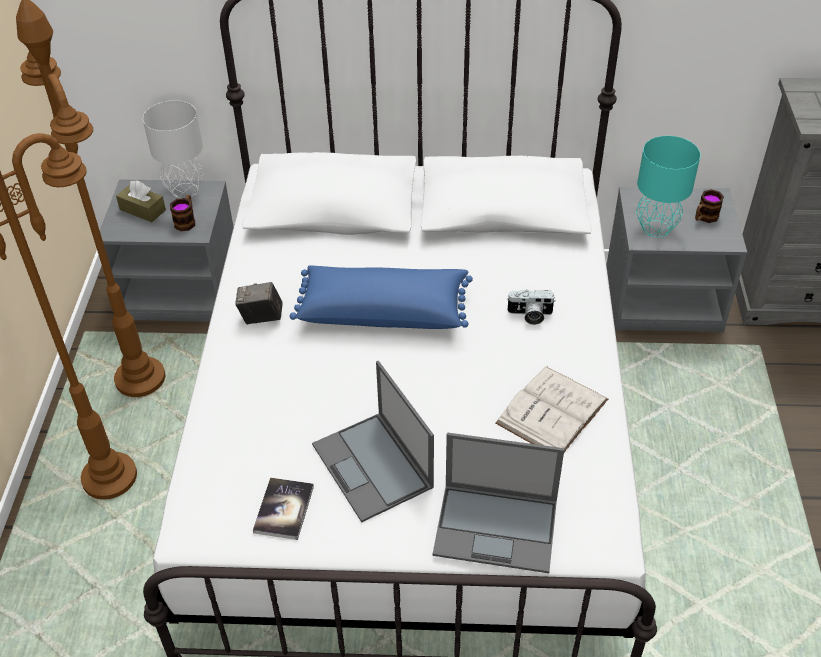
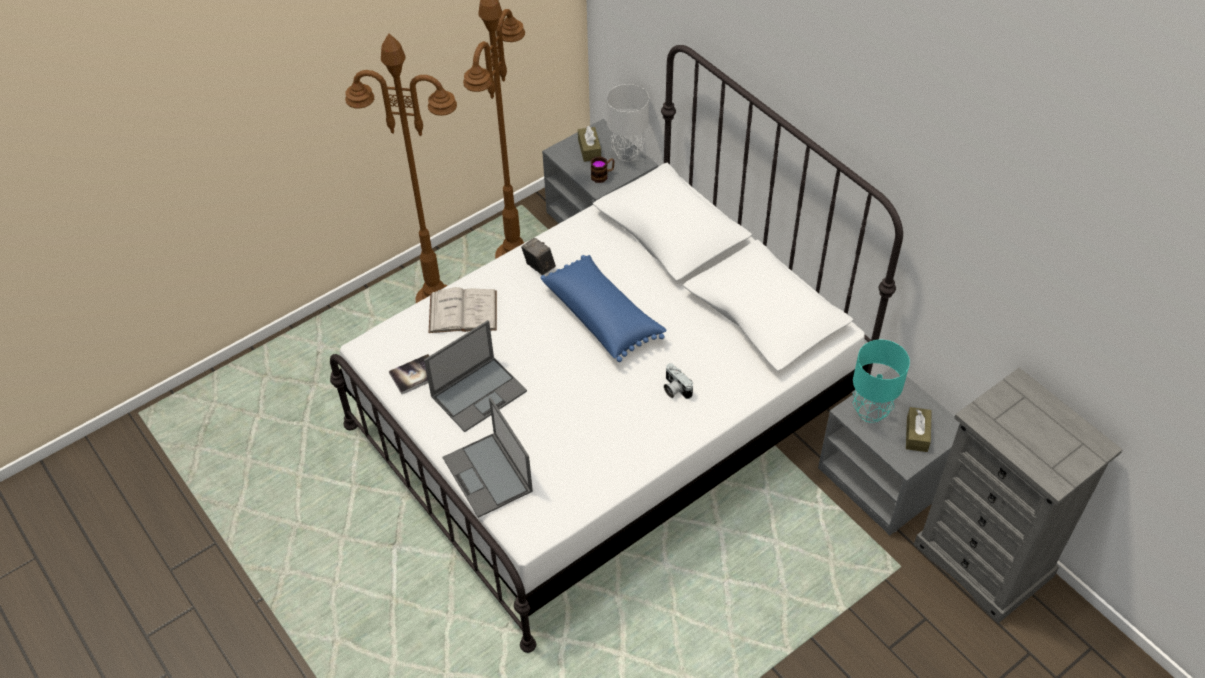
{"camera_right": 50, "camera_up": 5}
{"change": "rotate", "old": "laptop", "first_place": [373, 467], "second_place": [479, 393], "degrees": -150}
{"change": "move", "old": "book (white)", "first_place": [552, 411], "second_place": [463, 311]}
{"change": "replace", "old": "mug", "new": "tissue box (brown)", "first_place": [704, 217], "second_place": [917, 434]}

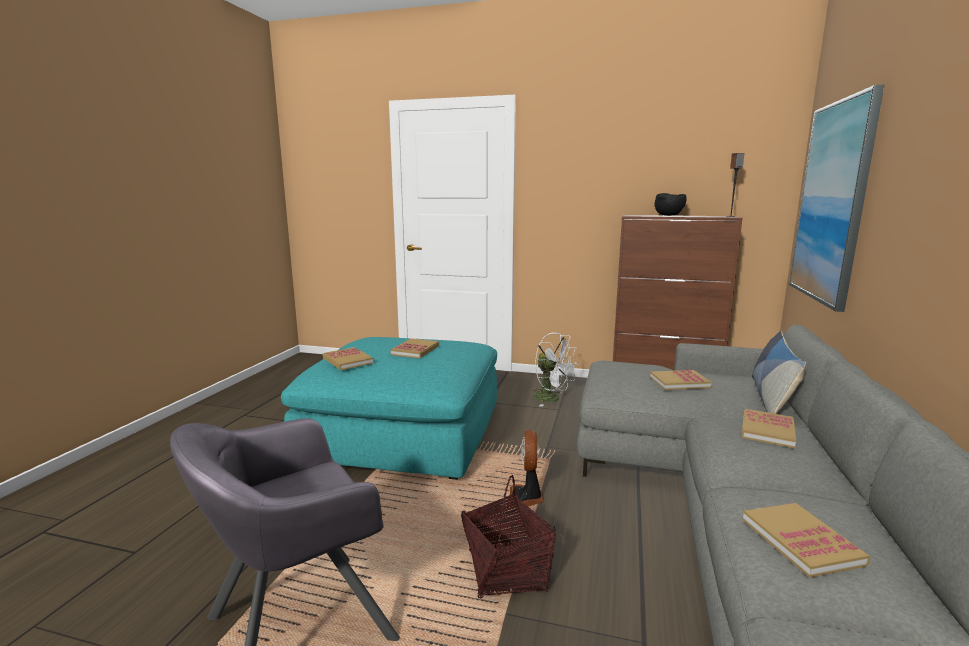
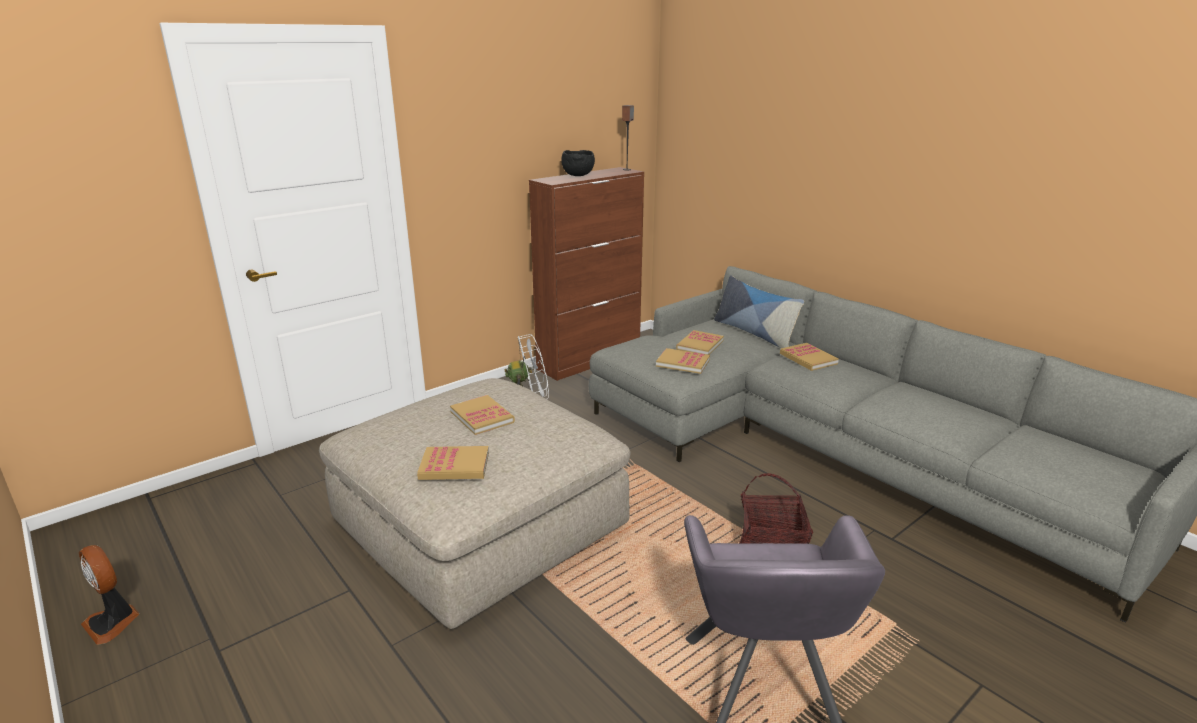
{"camera_right": -55, "camera_up": 10}
{"change": "recolor", "old": "ottoman (turquoise)", "new": "ottoman (beige)", "first_place": [404, 433], "second_place": [479, 525]}
{"change": "move", "old": "fan", "first_place": [526, 497], "second_place": [113, 622]}
{"change": "move", "old": "book", "first_place": [801, 541], "second_place": [683, 363]}
{"change": "delete", "old": "picture", "first_place": [832, 202]}

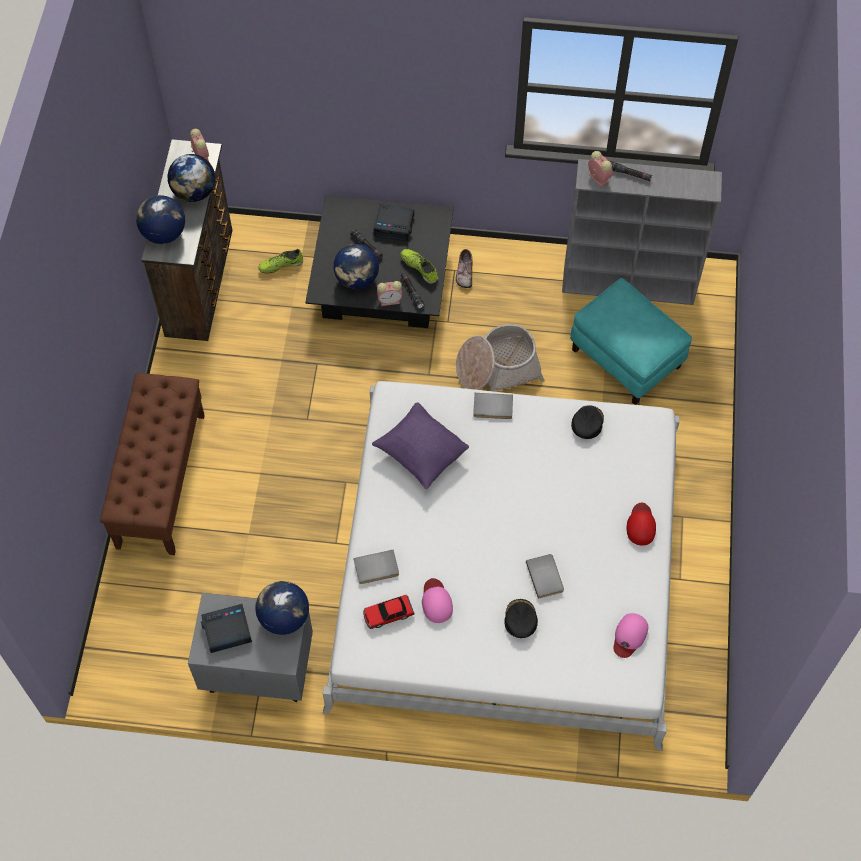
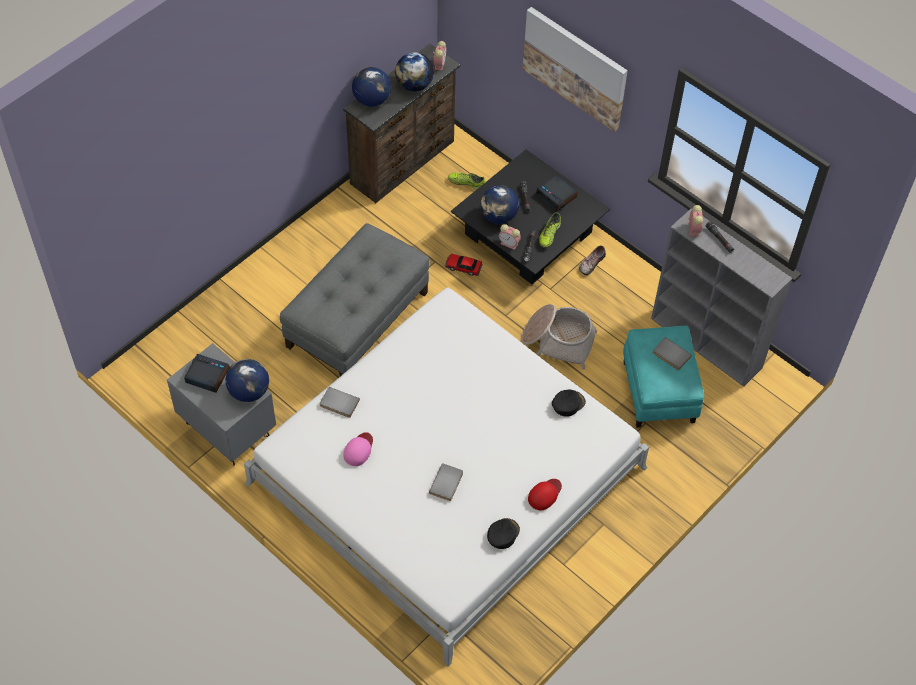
{"camera_right": 35, "camera_up": -5}
{"change": "delete", "old": "bench (brown)", "first_place": [161, 480]}
{"change": "move", "old": "toy car", "first_place": [388, 614], "second_place": [463, 267]}
{"change": "delete", "old": "pillow (purple)", "first_place": [421, 453]}
{"change": "rotate", "old": "shoe", "first_place": [419, 268], "second_place": [549, 234], "degrees": -150}
{"change": "move", "old": "book (grey)", "first_place": [493, 408], "second_place": [670, 355]}
{"change": "move", "old": "cap (black)", "first_place": [520, 619], "second_place": [502, 534]}
{"change": "delete", "old": "cap (pink)", "first_place": [629, 636]}
{"change": "insert", "new": "ottoman (grey)", "second_place": [357, 318]}
{"change": "insert", "new": "picture", "second_place": [575, 68]}

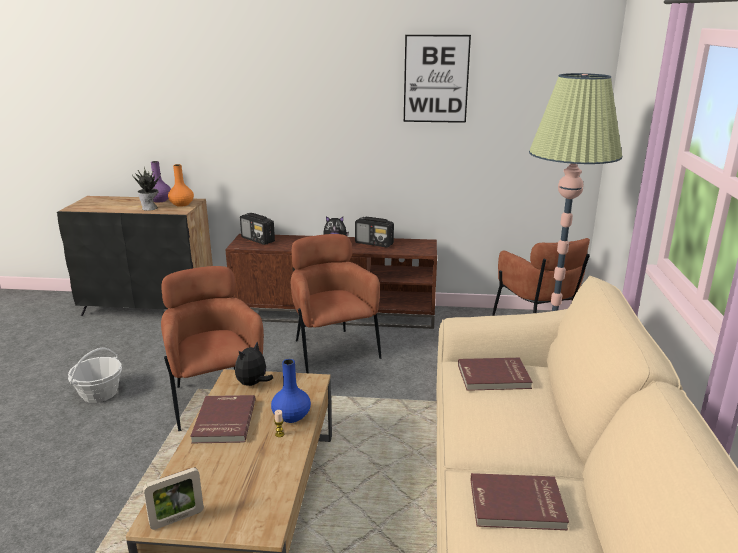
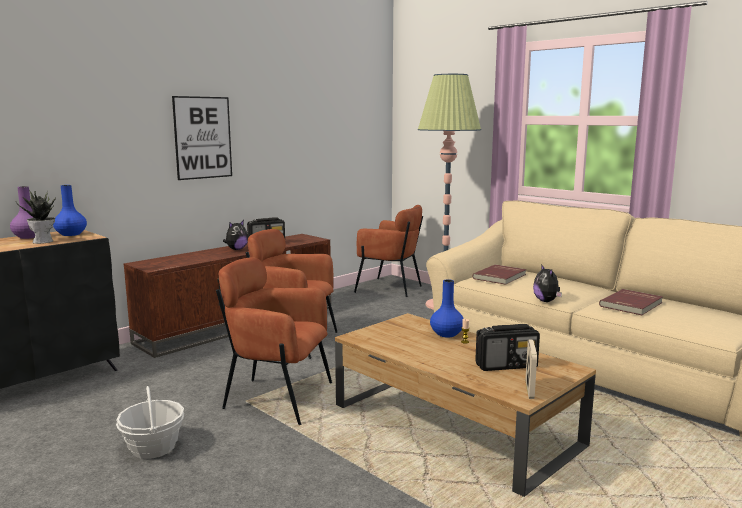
{"camera_right": -50, "camera_up": -10}
{"change": "recolor", "old": "vase (orange)", "new": "vase (blue)", "first_place": [182, 204], "second_place": [71, 234]}
{"change": "delete", "old": "book (red)", "first_place": [223, 421]}
{"change": "move", "old": "plush toy", "first_place": [253, 384], "second_place": [546, 301]}
{"change": "move", "old": "radio", "first_place": [258, 240], "second_place": [506, 365]}
{"change": "move", "old": "picture", "first_place": [436, 79], "second_place": [203, 137]}

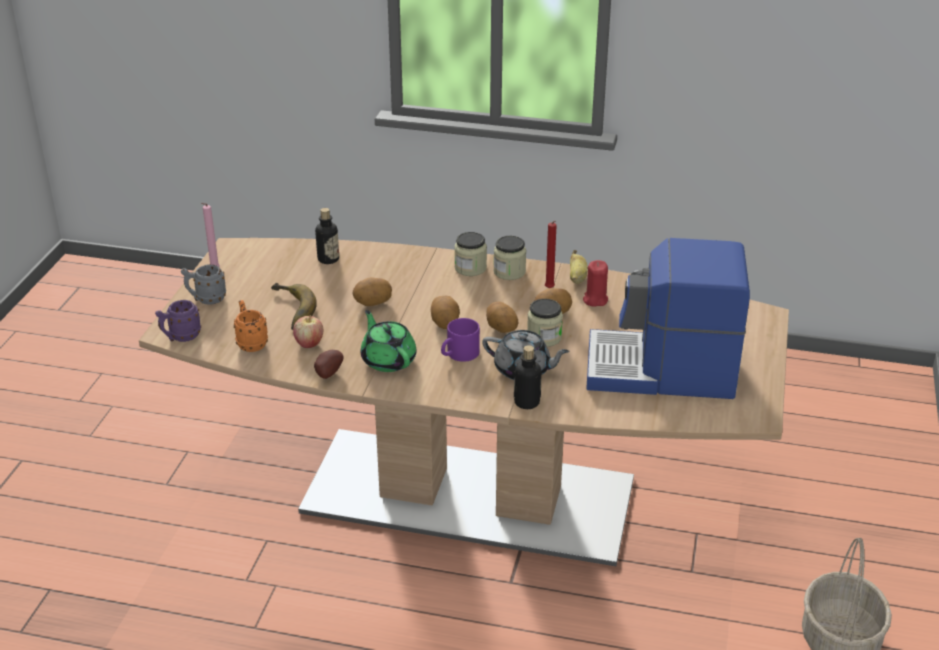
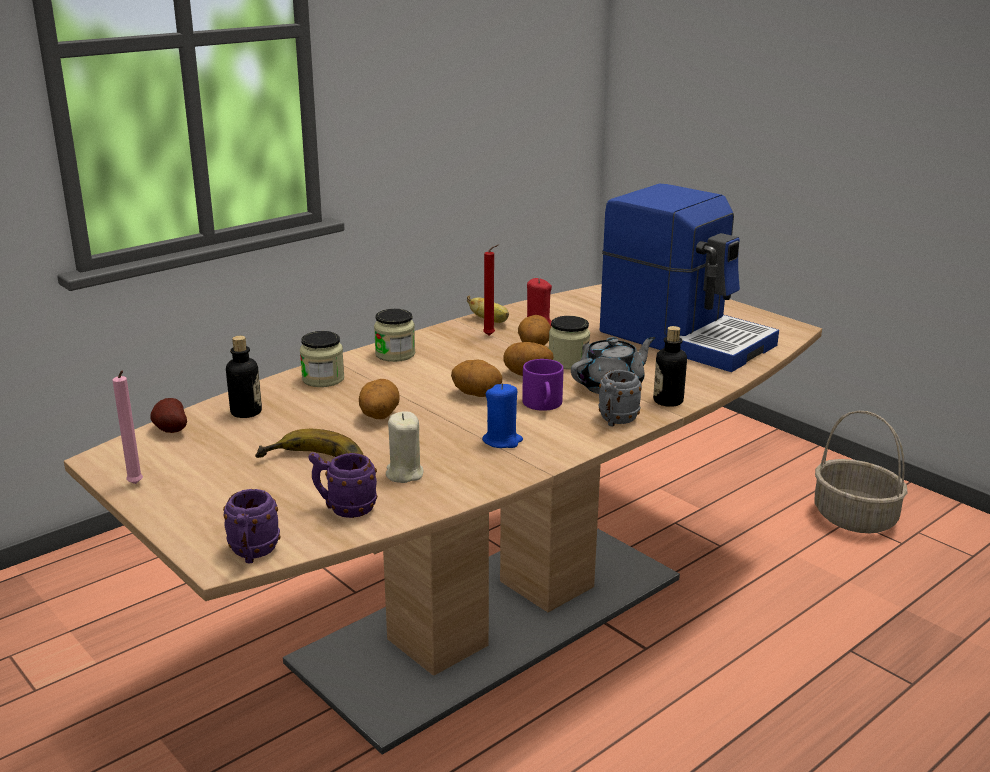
{"camera_right": -55, "camera_up": -10}
{"change": "move", "old": "mug (grey)", "first_place": [206, 299], "second_place": [615, 421]}
{"change": "recolor", "old": "mug (orange)", "new": "mug (purple)", "first_place": [250, 342], "second_place": [344, 508]}
{"change": "replace", "old": "apple", "new": "candle (beige)", "first_place": [309, 344], "second_place": [404, 474]}
{"change": "move", "old": "potato", "first_place": [327, 373], "second_place": [169, 430]}
{"change": "replace", "old": "teapot (green)", "new": "candle (blue)", "first_place": [388, 360], "second_place": [502, 441]}
{"change": "move", "old": "jar", "first_place": [509, 272], "second_place": [323, 379]}
{"change": "rotate", "old": "coffee machine", "first_place": [661, 371], "second_place": [686, 337], "degrees": -90}

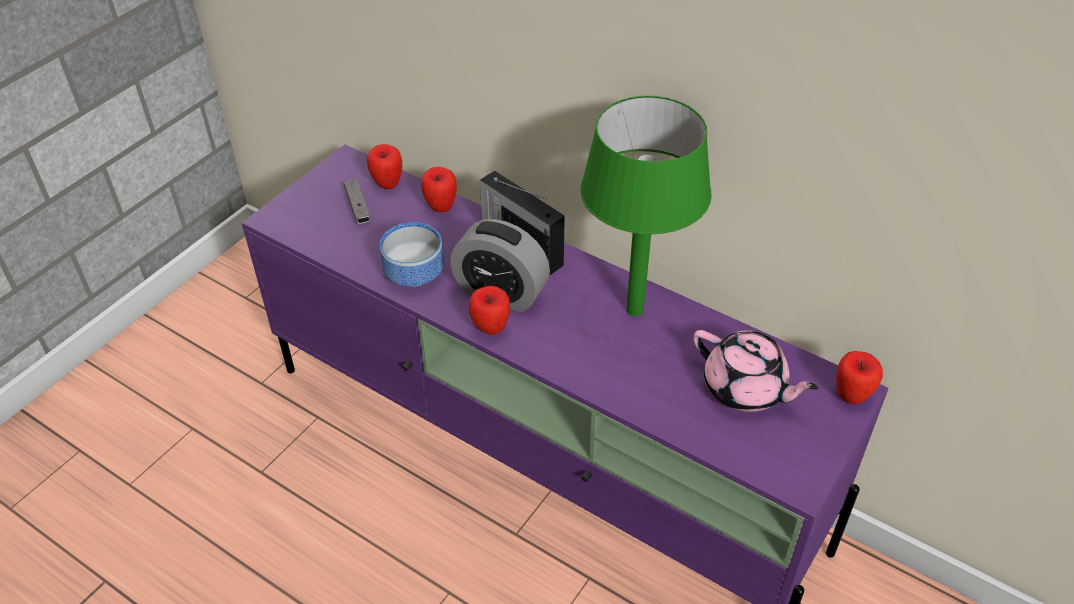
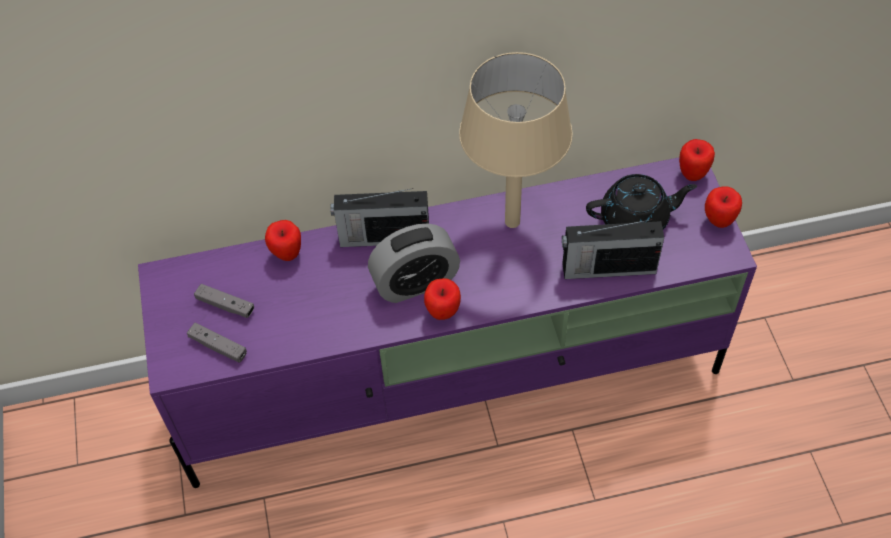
{"camera_right": -45, "camera_up": 10}
{"change": "move", "old": "apple", "first_place": [387, 184], "second_place": [718, 221]}
{"change": "delete", "old": "bowl", "first_place": [417, 274]}
{"change": "recolor", "old": "table lamp (green)", "new": "table lamp (beige)", "first_place": [634, 310], "second_place": [513, 222]}
{"change": "recolor", "old": "teapot (pink)", "new": "teapot (black)", "first_place": [745, 389], "second_place": [635, 219]}
{"change": "insert", "new": "game controller (grey)", "second_place": [218, 346]}
{"change": "insert", "new": "radio", "second_place": [607, 268]}

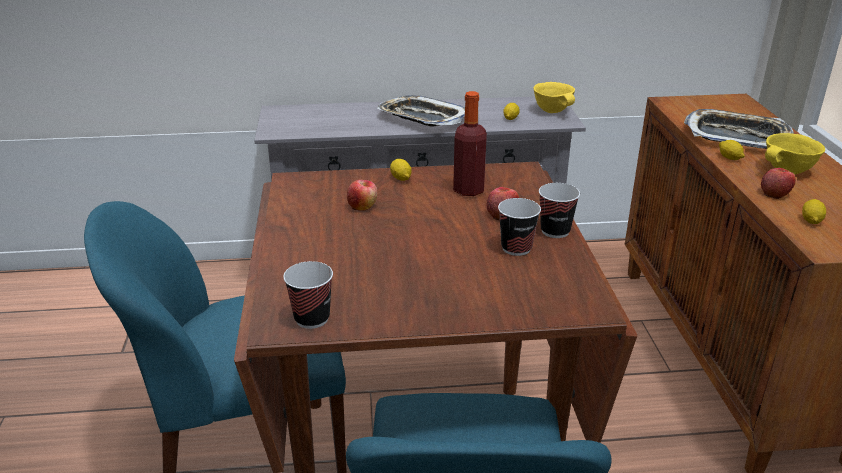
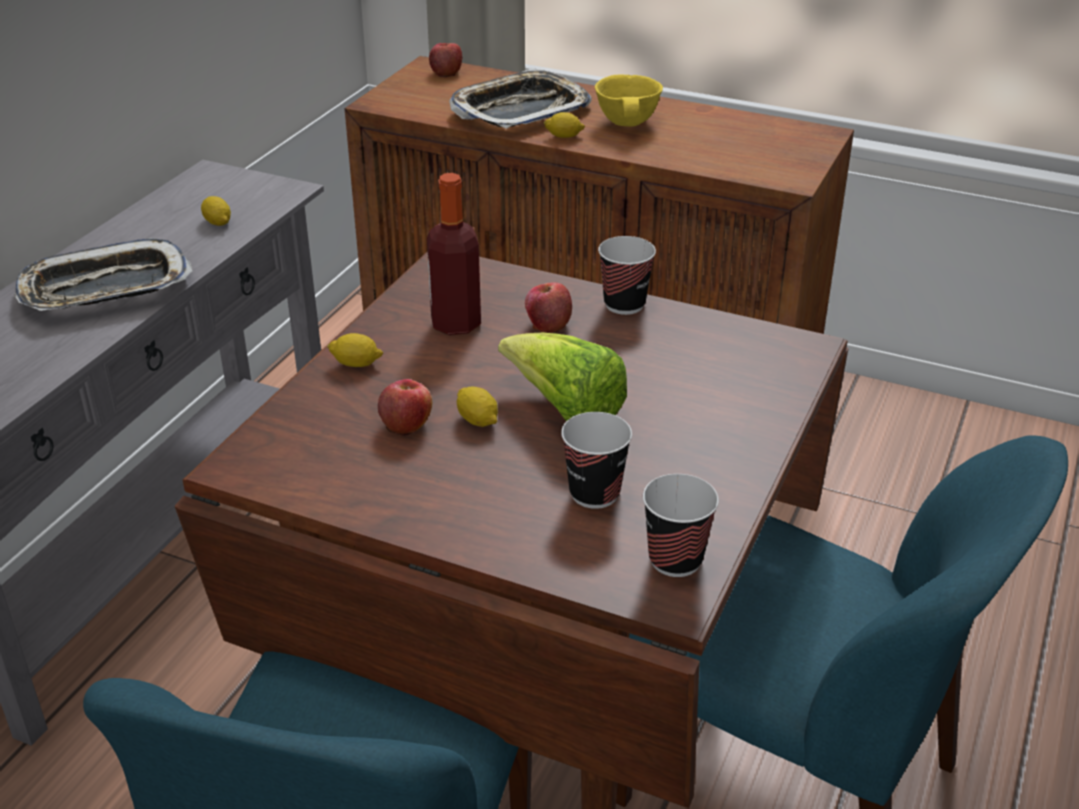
{"camera_right": -60, "camera_up": 5}
{"change": "move", "old": "cup", "first_place": [516, 248], "second_place": [594, 493]}
{"change": "delete", "old": "bowl (yellow)", "first_place": [553, 111]}
{"change": "move", "old": "apple", "first_place": [775, 193], "second_place": [446, 72]}
{"change": "move", "old": "lemon", "first_place": [811, 220], "second_place": [477, 420]}
{"change": "insert", "new": "lettuce", "second_place": [565, 410]}

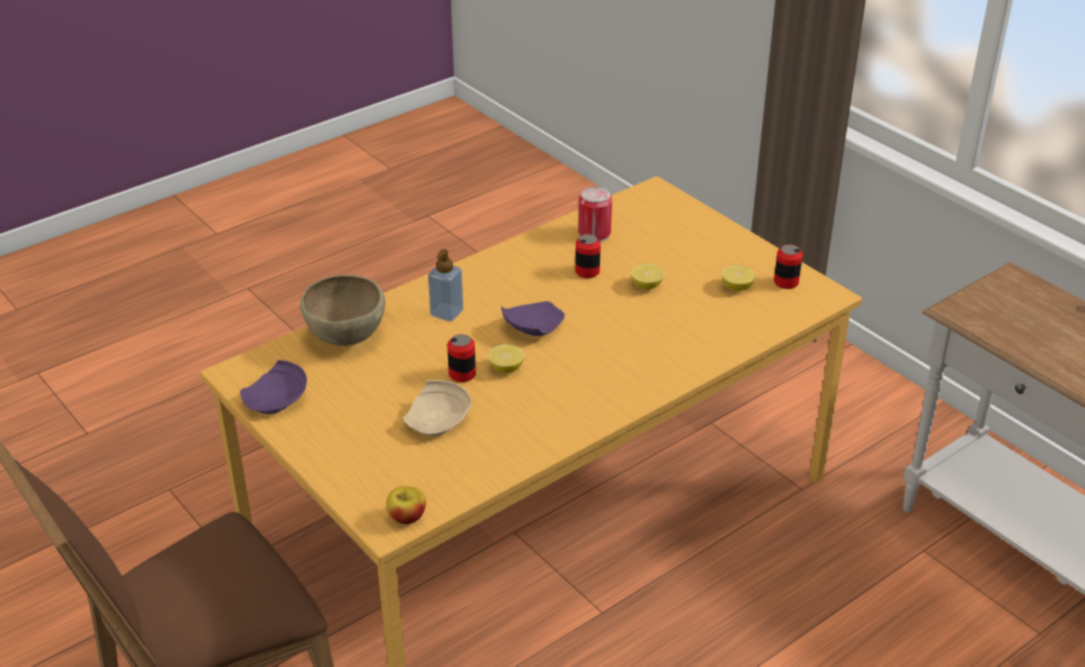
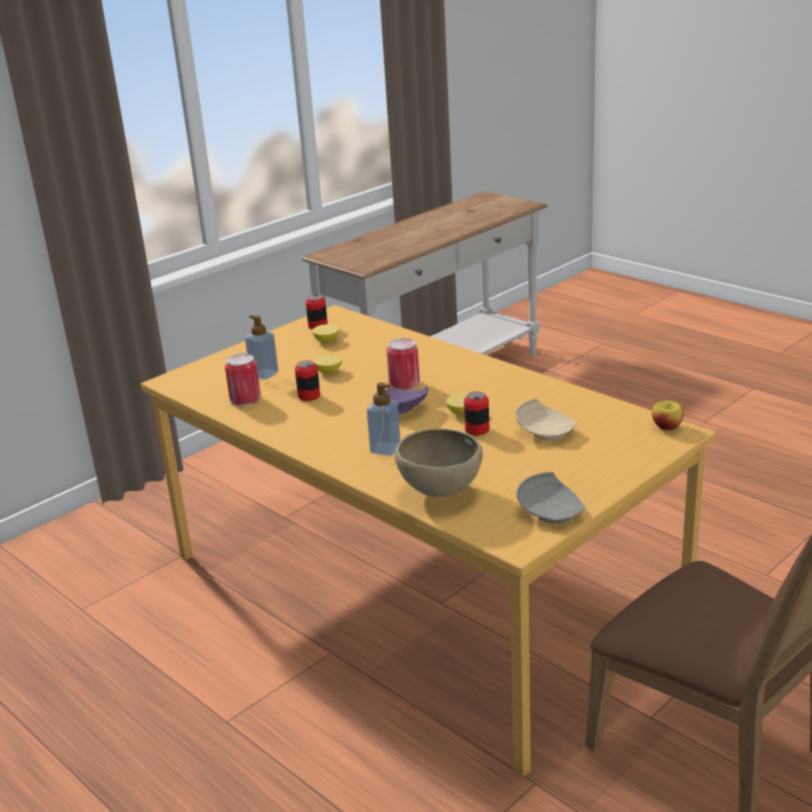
{"camera_right": -95, "camera_up": -10}
{"change": "recolor", "old": "plate (purple)", "new": "plate (grey)", "first_place": [277, 400], "second_place": [551, 511]}
{"change": "insert", "new": "soap dispenser", "second_place": [264, 374]}
{"change": "insert", "new": "can", "second_place": [404, 383]}

